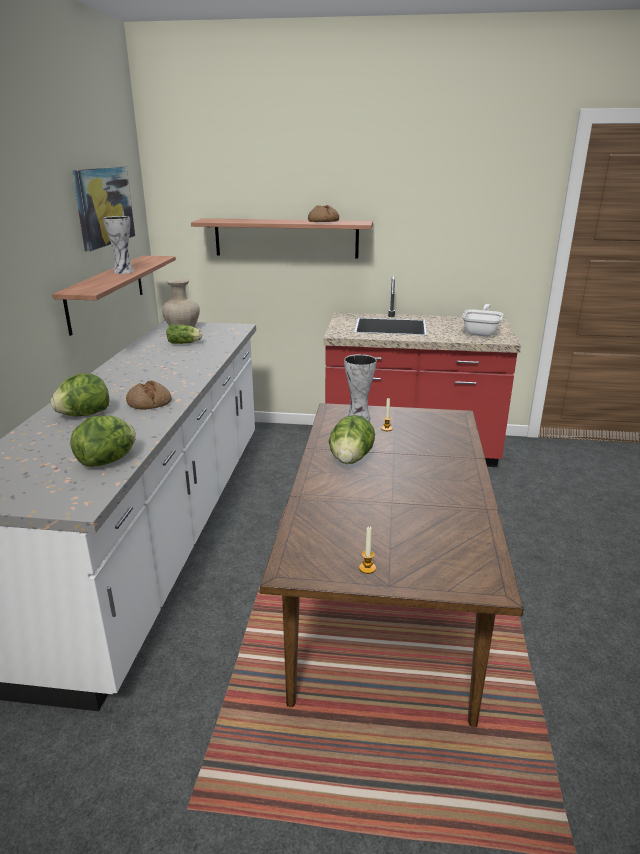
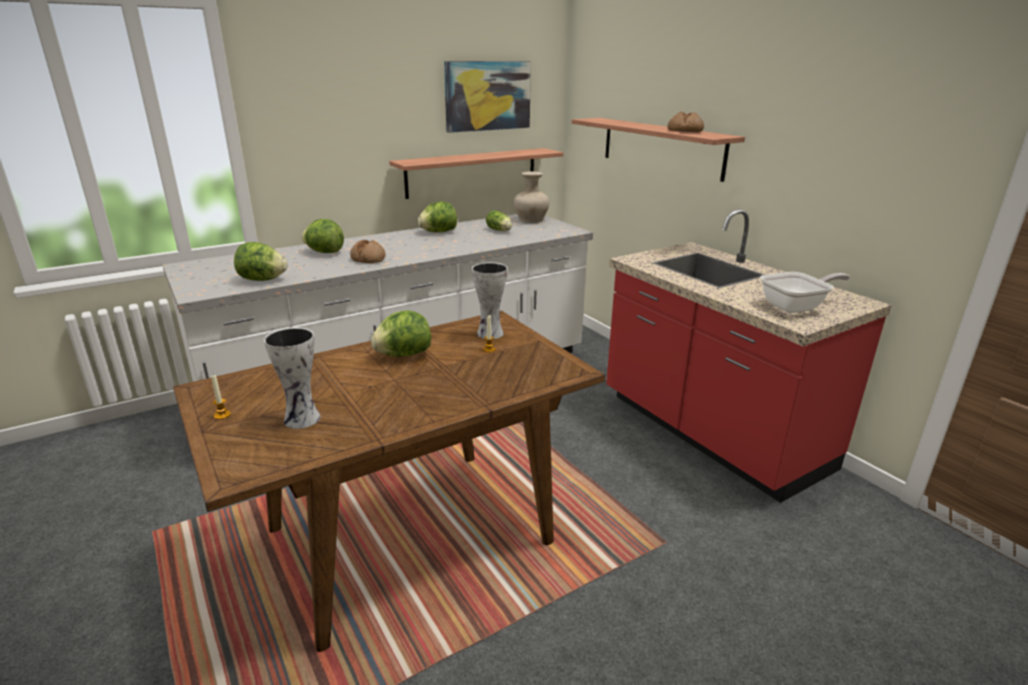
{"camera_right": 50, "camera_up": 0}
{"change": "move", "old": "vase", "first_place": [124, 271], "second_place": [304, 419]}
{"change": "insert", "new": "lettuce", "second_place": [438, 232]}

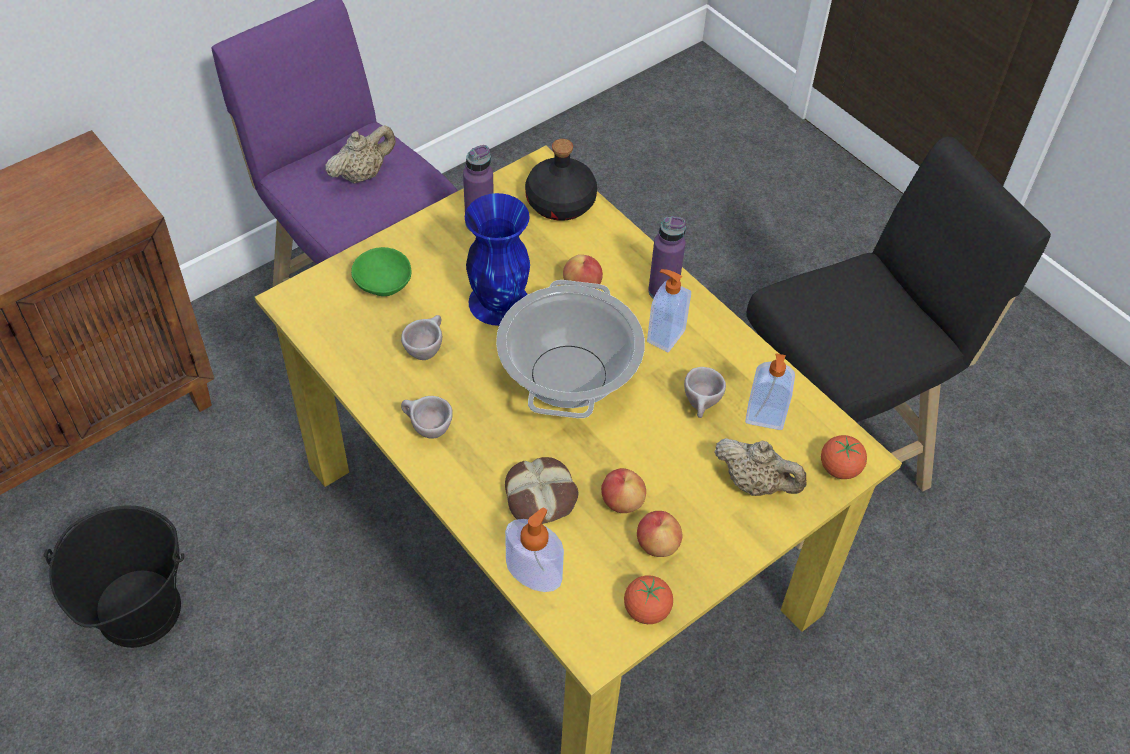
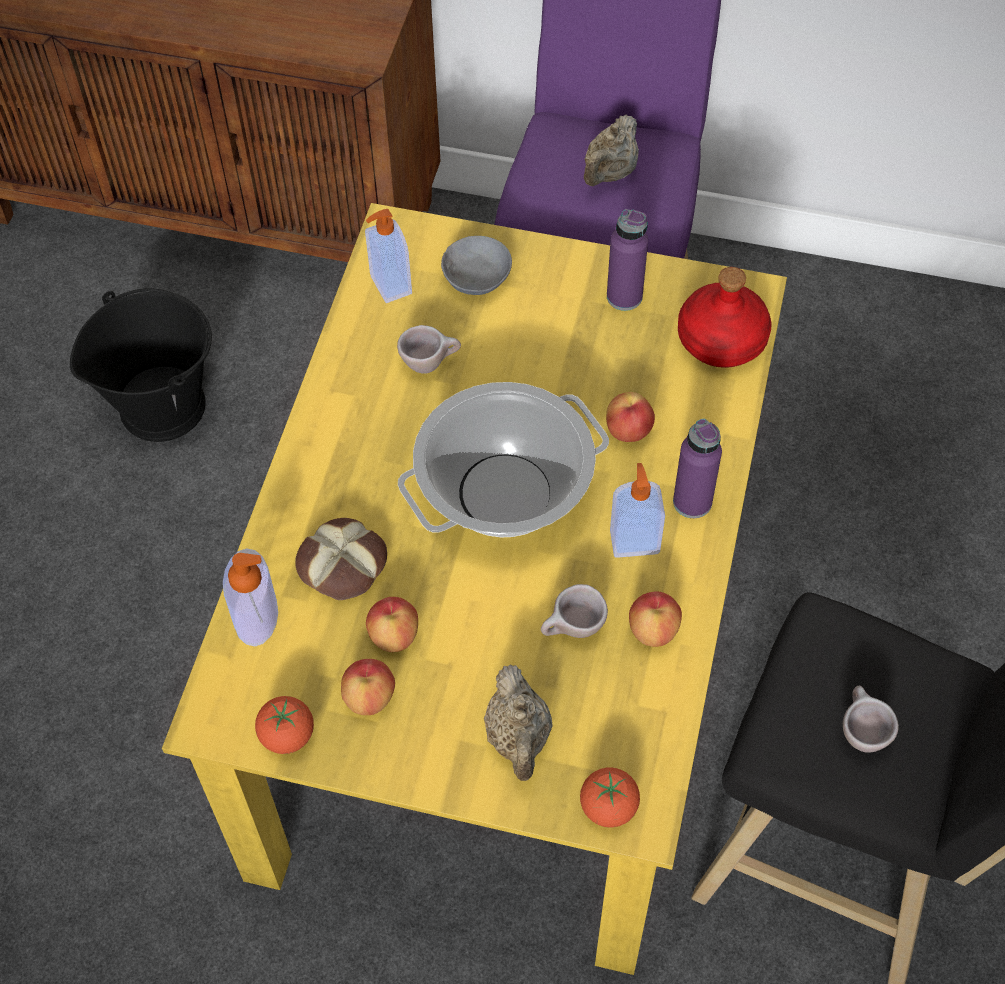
{"camera_right": 55, "camera_up": 5}
{"change": "rotate", "old": "teapot (beige)", "first_place": [362, 174], "second_place": [610, 173], "degrees": 105}
{"change": "recolor", "old": "bowl (green)", "new": "bowl (grey)", "first_place": [385, 282], "second_place": [478, 279]}
{"change": "move", "old": "cup (beige)", "first_place": [426, 429], "second_place": [860, 731]}
{"change": "delete", "old": "vase (blue)", "first_place": [498, 301]}
{"change": "recolor", "old": "bottle (black)", "new": "bottle (red)", "first_place": [560, 202], "second_place": [720, 340]}
{"change": "move", "old": "soap dispenser", "first_place": [764, 418], "second_place": [389, 285]}
{"change": "insert", "new": "apple", "second_place": [653, 630]}

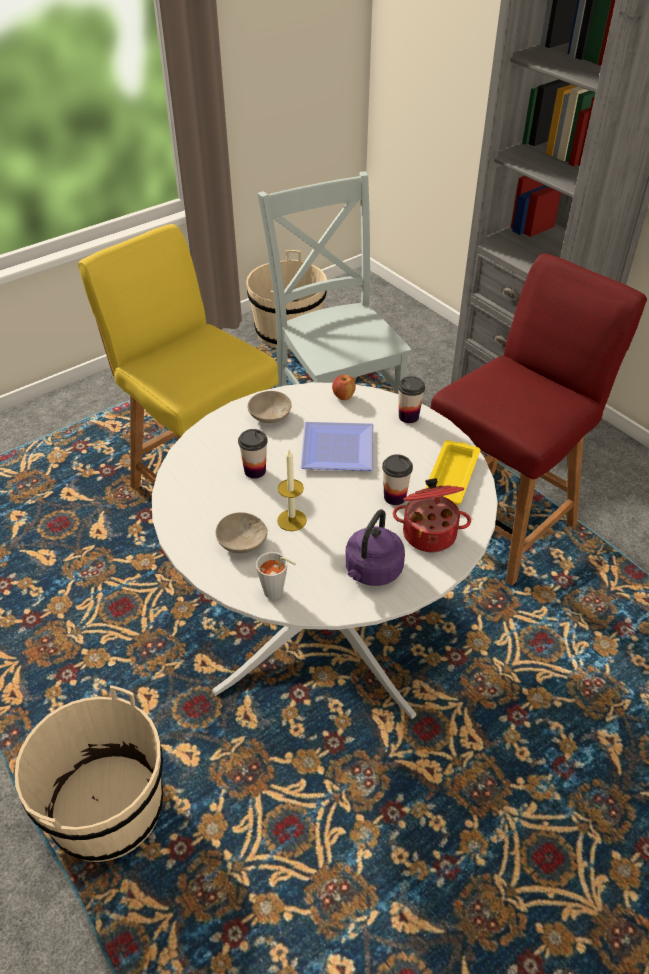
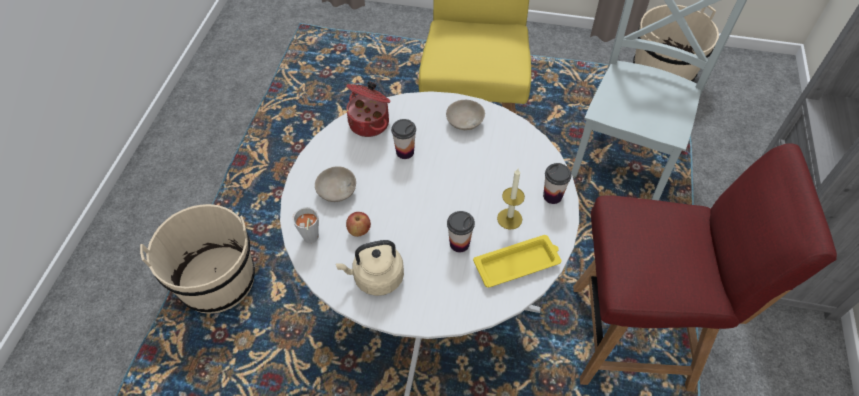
{"camera_right": 50, "camera_up": 10}
{"change": "move", "old": "candle", "first_place": [292, 520], "second_place": [509, 219]}
{"change": "delete", "old": "plate", "first_place": [335, 451]}
{"change": "move", "old": "apple", "first_place": [343, 396], "second_place": [359, 230]}
{"change": "recolor", "old": "kettle (purple)", "new": "kettle (beige)", "first_place": [372, 571], "second_place": [376, 278]}
{"change": "move", "old": "cooking pot", "first_place": [429, 533], "second_place": [370, 122]}

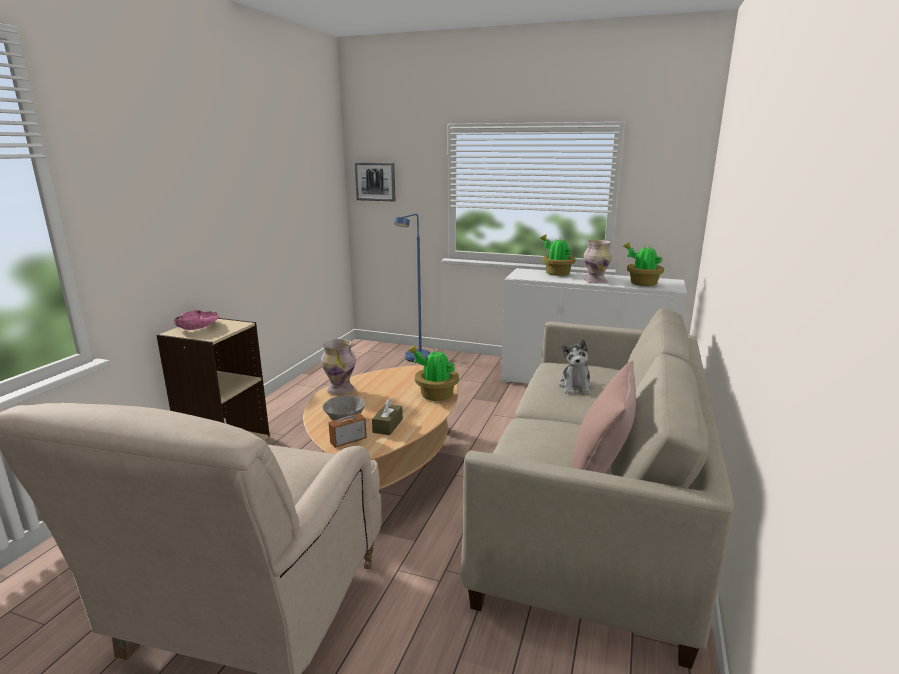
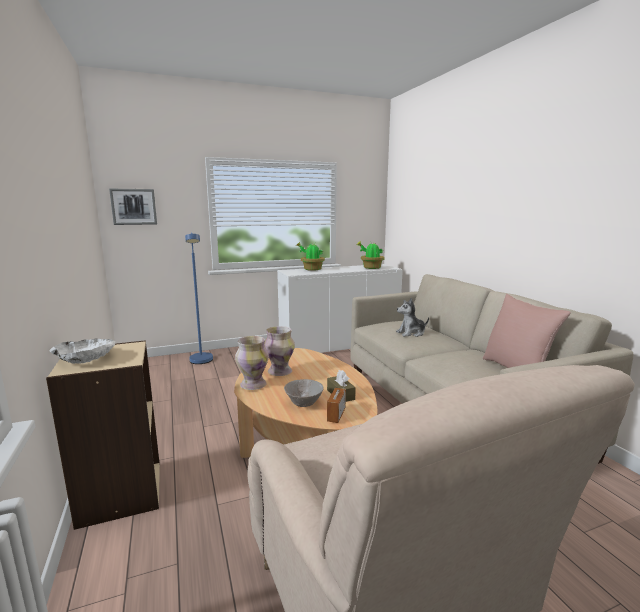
{"camera_right": -40, "camera_up": -5}
{"change": "recolor", "old": "bowl (pink)", "new": "bowl (white)", "first_place": [197, 327], "second_place": [85, 358]}
{"change": "delete", "old": "potted plant", "first_place": [435, 395]}
{"change": "rotate", "old": "plush toy", "first_place": [575, 387], "second_place": [411, 333], "degrees": 105}
{"change": "move", "old": "vase", "first_place": [596, 281], "second_place": [280, 372]}

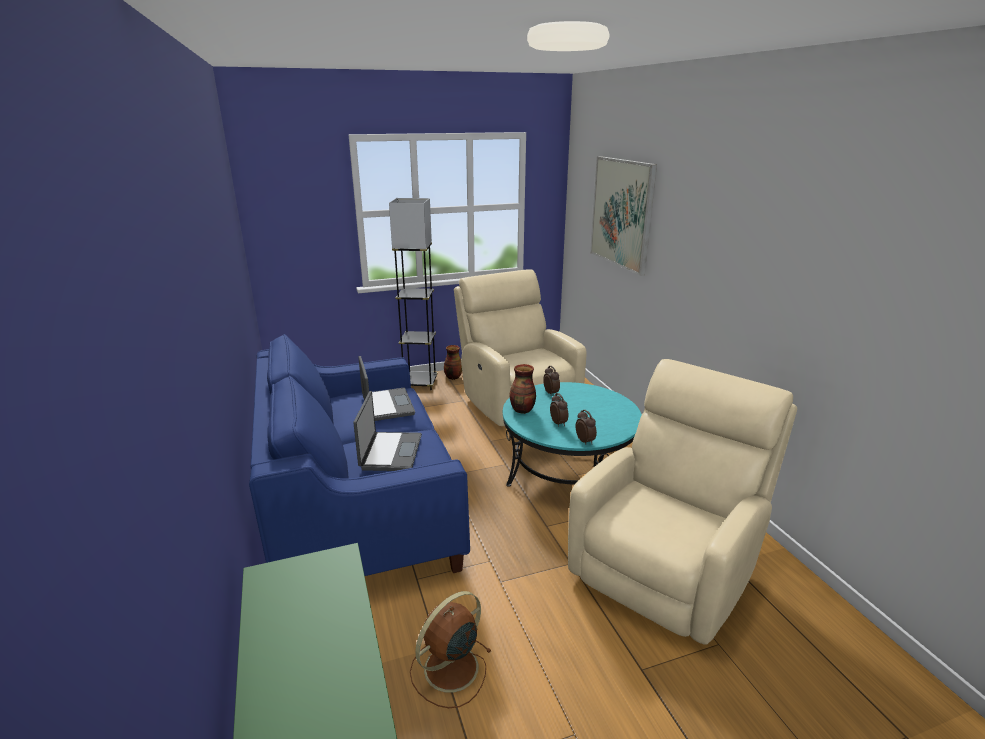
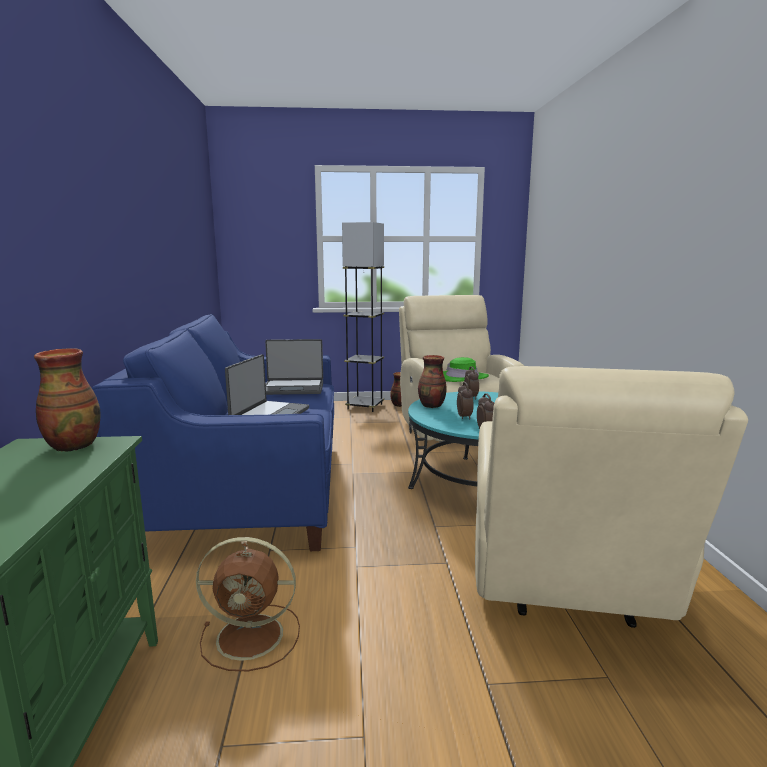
{"camera_right": 15, "camera_up": -10}
{"change": "rotate", "old": "laptop", "first_place": [386, 405], "second_place": [293, 388], "degrees": 90}
{"change": "rotate", "old": "fan (brown)", "first_place": [449, 669], "second_place": [253, 636], "degrees": -150}
{"change": "rotate", "old": "armchair (beige)", "first_place": [667, 567], "second_place": [566, 584], "degrees": 135}
{"change": "delete", "old": "picture", "first_place": [622, 213]}
{"change": "insert", "new": "vase", "second_place": [73, 445]}
{"change": "insert", "new": "hat (green)", "second_place": [462, 377]}

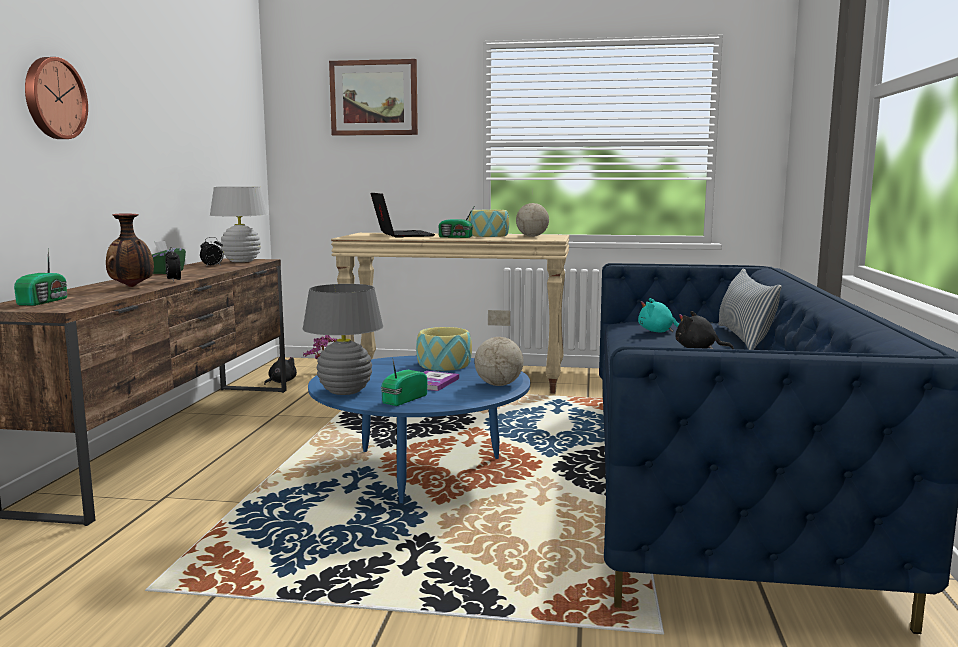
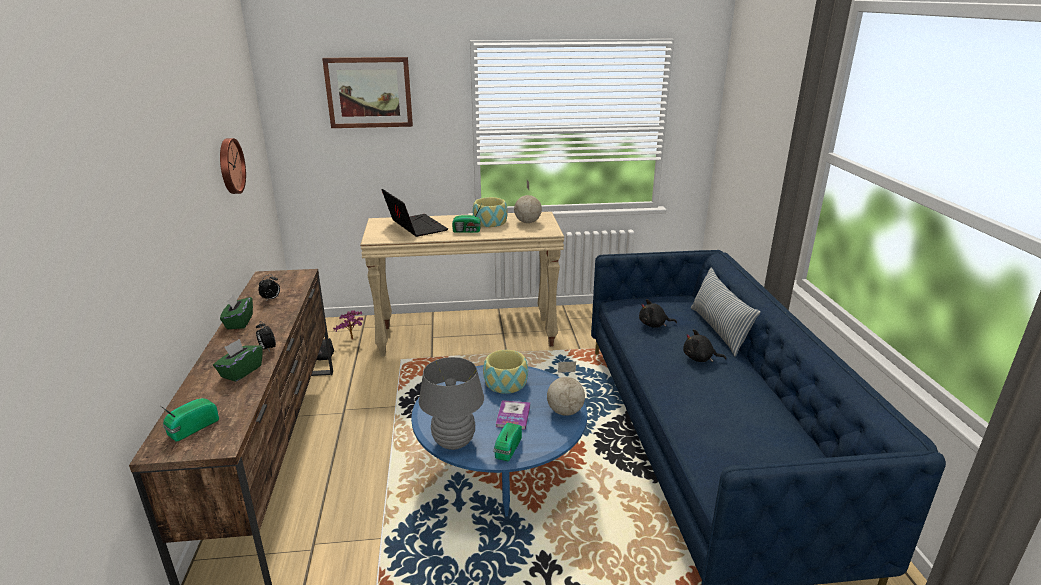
{"camera_right": -15, "camera_up": 15}
{"change": "rotate", "old": "radio", "first_place": [45, 301], "second_place": [191, 428], "degrees": -135}
{"change": "move", "old": "wall clock", "first_place": [53, 98], "second_place": [229, 166]}
{"change": "replace", "old": "vase", "new": "tissue box (green)", "first_place": [132, 287], "second_place": [241, 371]}
{"change": "delete", "old": "table lamp (white)", "first_place": [241, 261]}
{"change": "recolor", "old": "plush toy (turquoise)", "new": "plush toy (black)", "first_place": [658, 332], "second_place": [654, 325]}

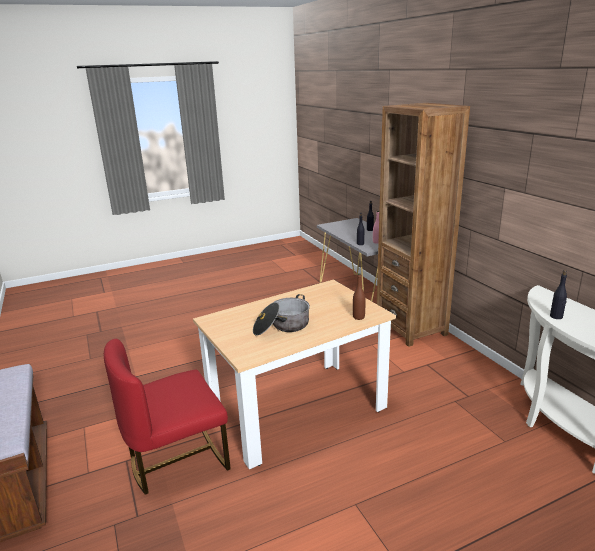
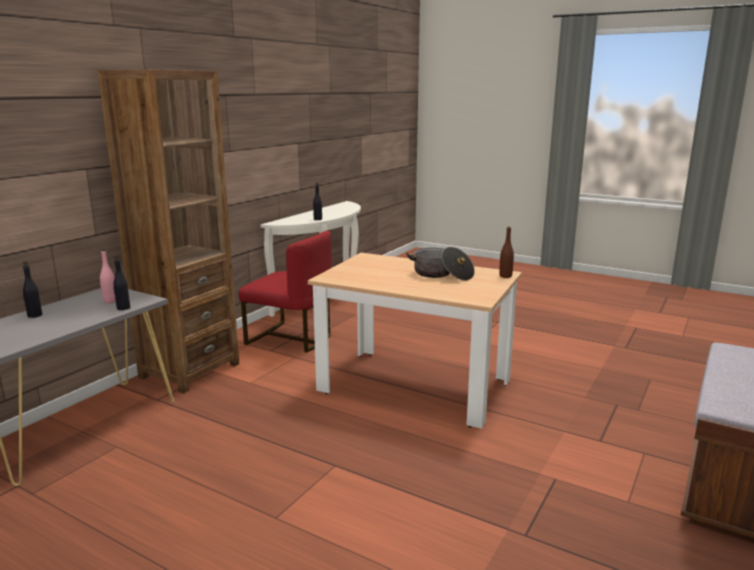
{"camera_right": -125, "camera_up": -5}
{"change": "move", "old": "chair (red)", "first_place": [177, 459], "second_place": [291, 338]}
{"change": "move", "old": "bottle (brown)", "first_place": [358, 317], "second_place": [505, 276]}

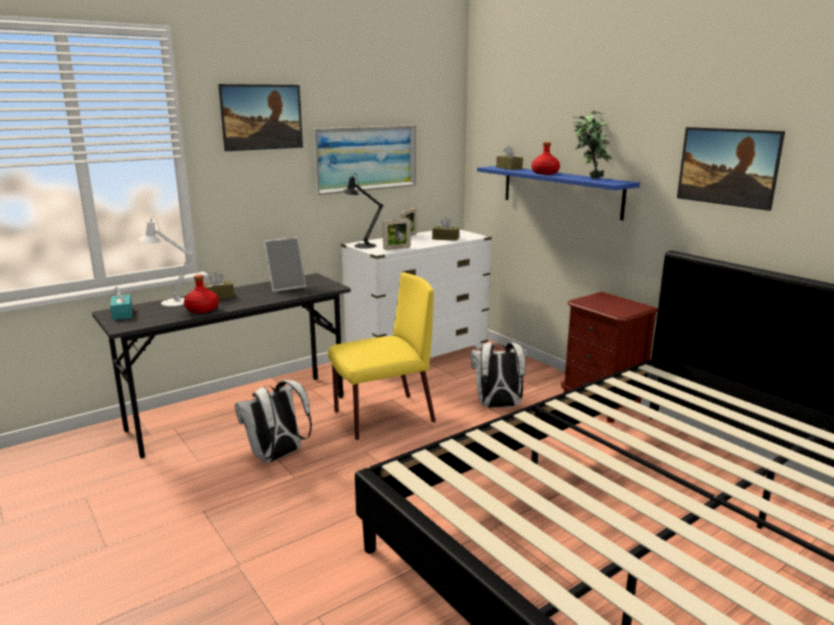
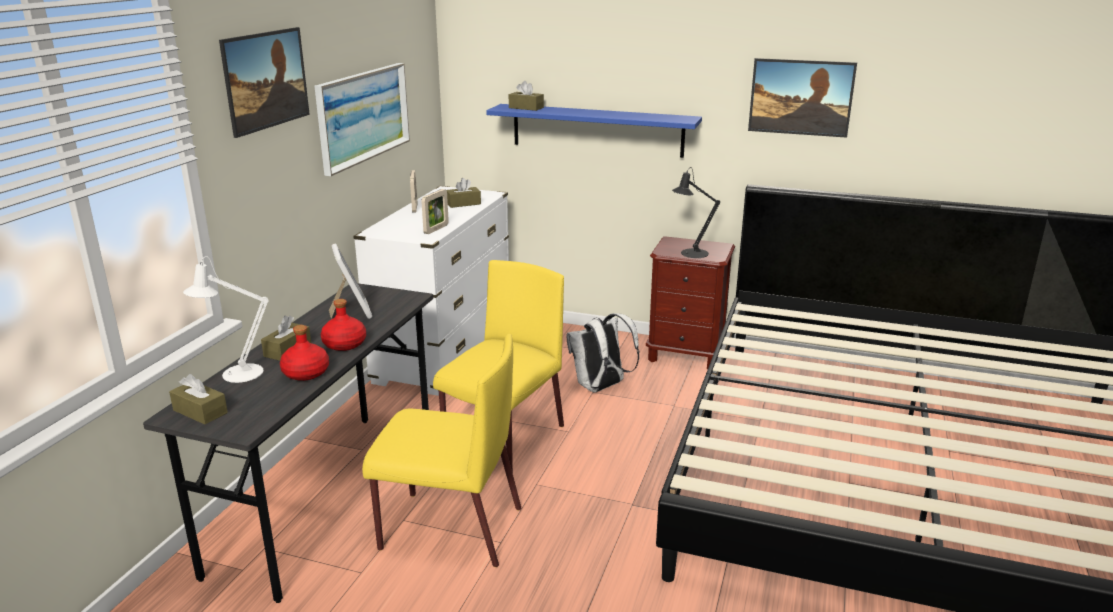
{"camera_right": -35, "camera_up": 5}
{"change": "recolor", "old": "tissue box (turquoise)", "new": "tissue box (brown)", "first_place": [122, 314], "second_place": [200, 411]}
{"change": "replace", "old": "backpack (white)", "new": "chair (yellow)", "first_place": [277, 456], "second_place": [448, 528]}
{"change": "rotate", "old": "picture frame", "first_place": [286, 286], "second_place": [351, 311], "degrees": -45}
{"change": "move", "old": "table lamp (black)", "first_place": [362, 245], "second_place": [690, 254]}
{"change": "move", "old": "bottle (red)", "first_place": [545, 173], "second_place": [344, 344]}
{"change": "delete", "old": "potted plant", "first_place": [588, 178]}

